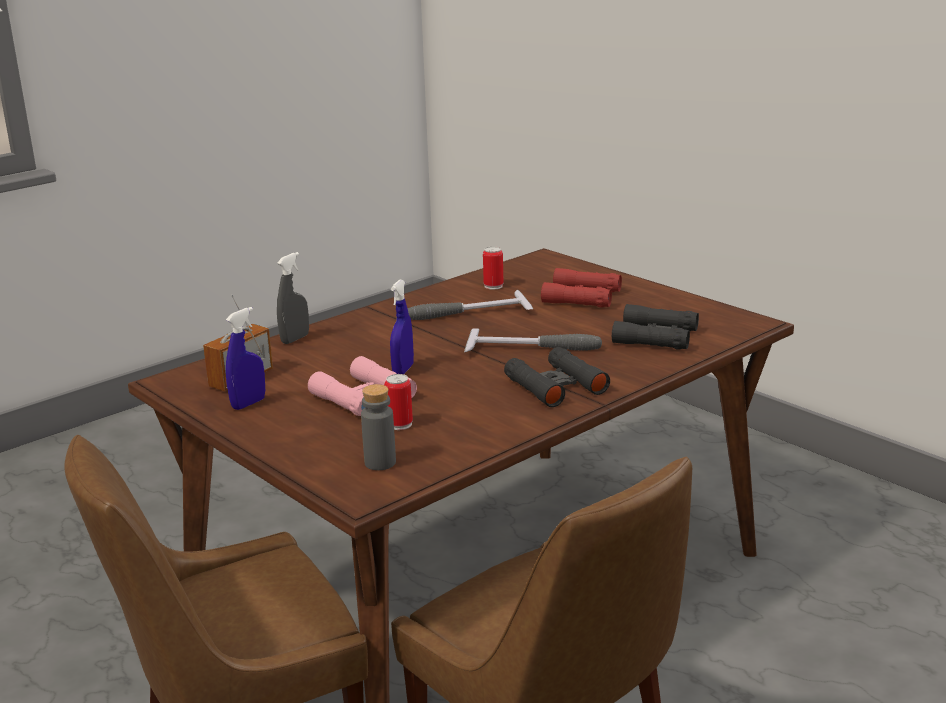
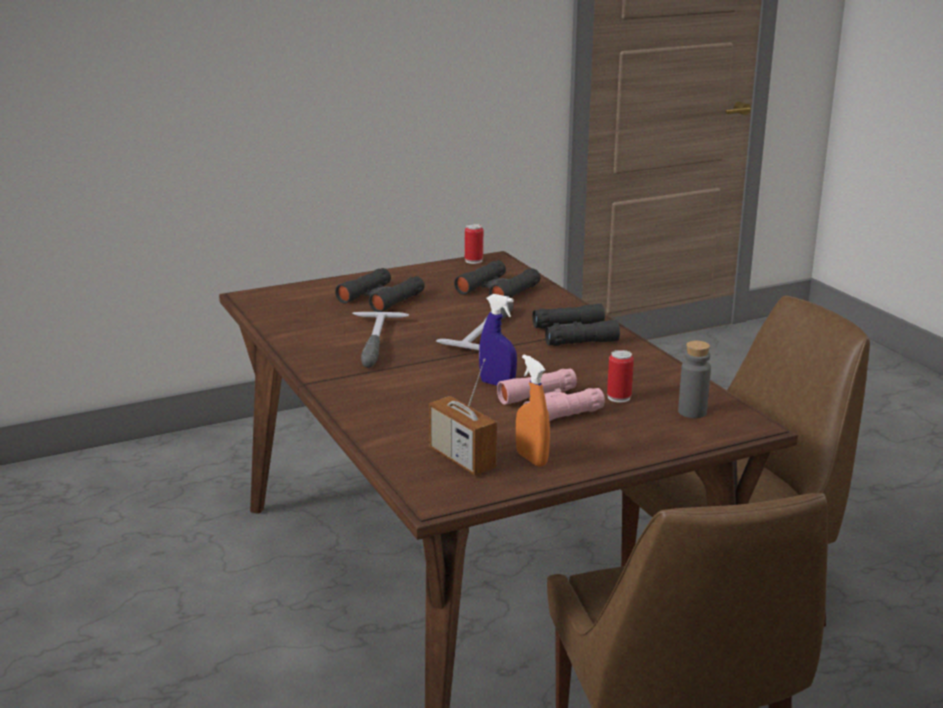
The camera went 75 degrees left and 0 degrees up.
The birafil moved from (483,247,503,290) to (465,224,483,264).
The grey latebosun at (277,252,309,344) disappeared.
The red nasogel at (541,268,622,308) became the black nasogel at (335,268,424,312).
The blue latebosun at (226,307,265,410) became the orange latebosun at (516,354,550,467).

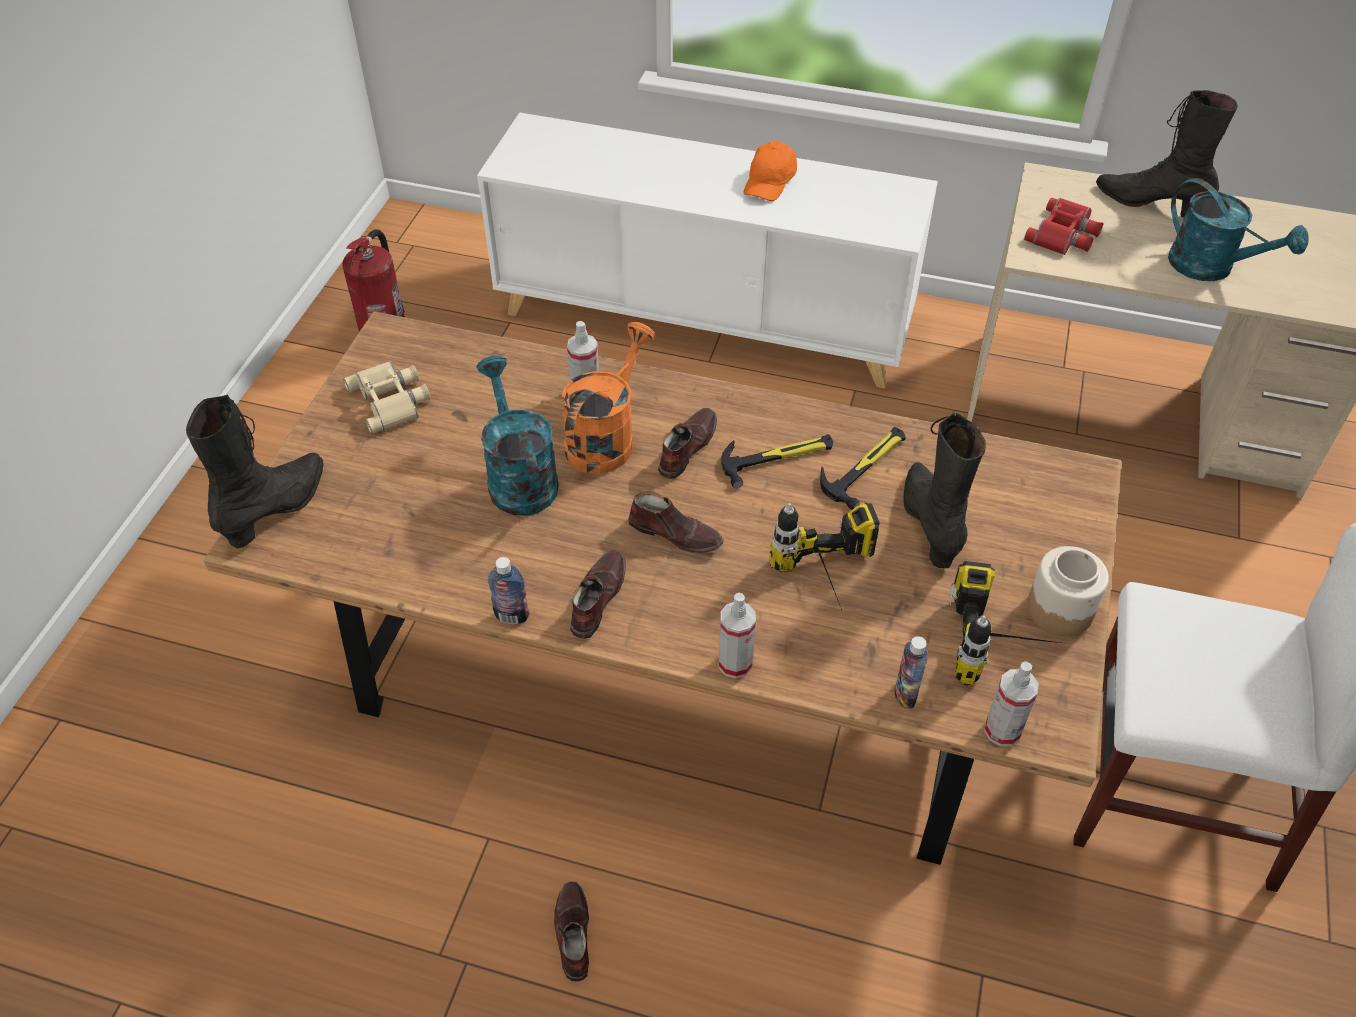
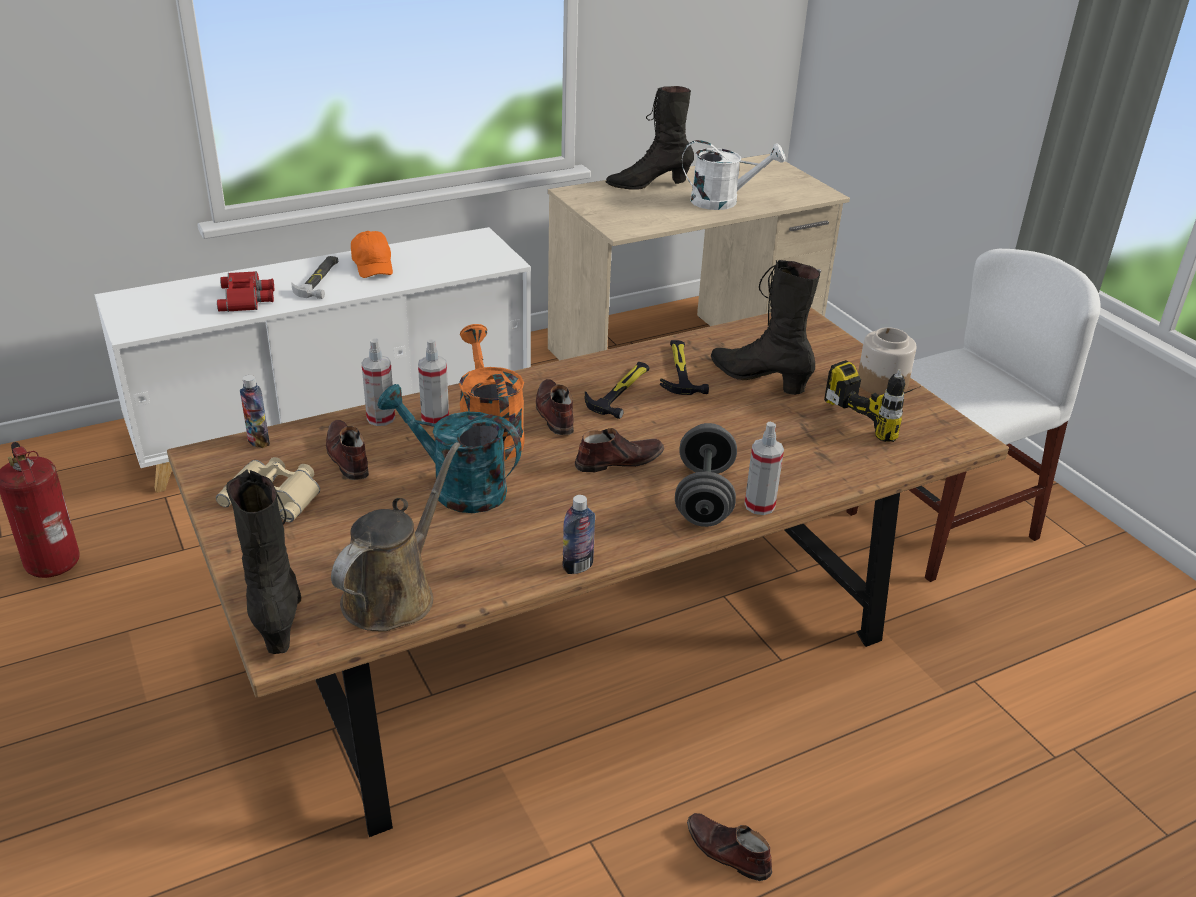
The camera went 45 degrees left and 15 degrees down.
The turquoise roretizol at (1168,178,1309,281) became the white roretizol at (682,140,785,210).
The red nasogel moved from (1024,197,1103,255) to (217,271,274,312).
The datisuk at (769,502,880,615) disappeared.
The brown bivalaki moved from (570,550,626,639) to (326,420,369,480).
The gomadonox moved from (895,636,928,708) to (240,375,270,448).
The latebosun moved from (984,661,1039,746) to (361,339,395,426).
The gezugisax at (291,256,338,299) appeared.
The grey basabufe at (675,423,737,527) appeared.
The brown roretizol at (331,442,460,632) appeared.

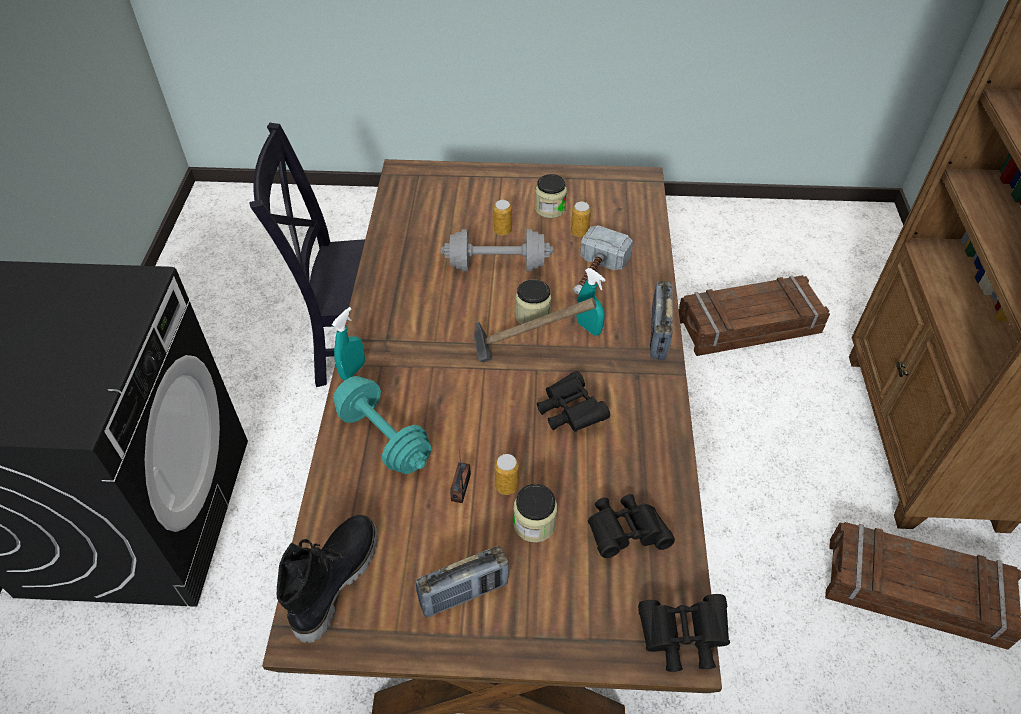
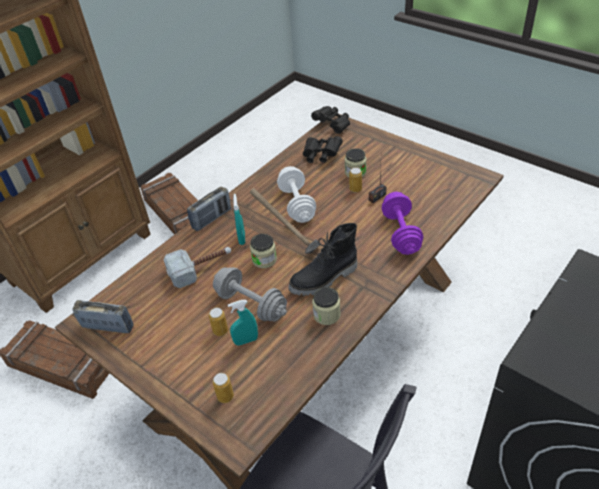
The camera went 140 degrees left and 5 degrees down.
The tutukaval moved from (535,174,567,218) to (312,287,340,325).
The birafil moved from (571,202,591,237) to (213,373,234,403).
The turquoise latebosun moved from (332,307,365,380) to (228,300,258,346).
The black nasogel at (537,371,610,432) was replaced by the white basabufe at (277,166,316,223).
The turquoise basabufe at (333,376,432,474) became the purple basabufe at (381,192,423,255).
The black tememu moved from (277,515,378,643) to (288,223,357,296).
The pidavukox moved from (416,546,509,618) to (72,300,134,333).

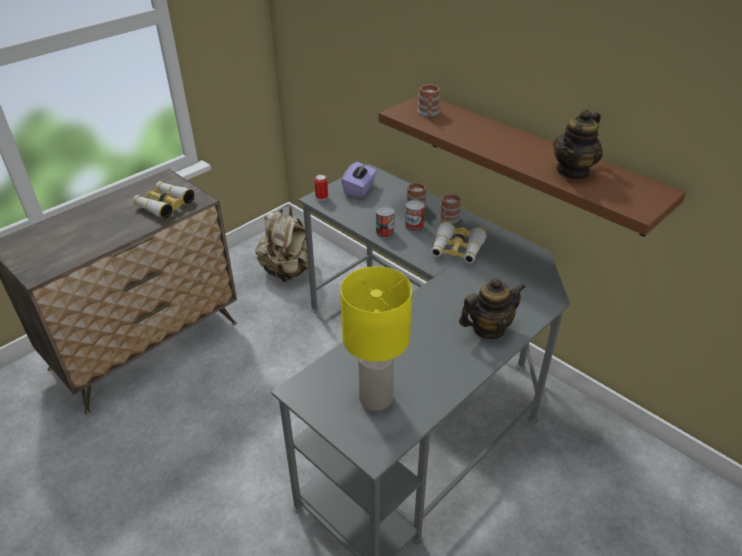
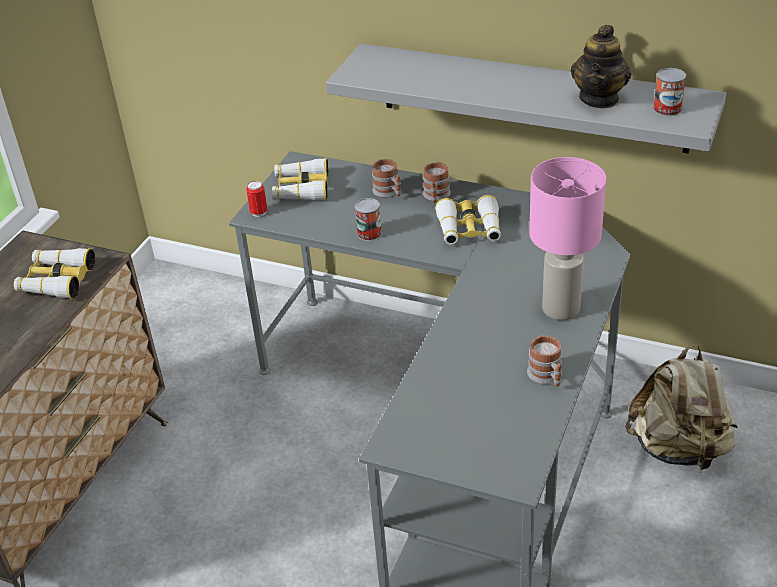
The camera went 20 degrees left and 0 degrees up.
The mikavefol moved from (417,84,440,116) to (527,335,562,386).
The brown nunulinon at (379,95,686,237) became the grey nunulinon at (326,44,726,154).
The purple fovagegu at (341,161,377,198) was replaced by the nasogel at (272,158,329,200).
The birafil moved from (405,200,425,232) to (653,68,686,116).
The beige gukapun moved from (255,205,308,282) to (625,344,738,473).
The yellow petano at (340,266,412,411) disappeared.
The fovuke at (459,278,525,339) was replaced by the pink petano at (529,157,606,320).

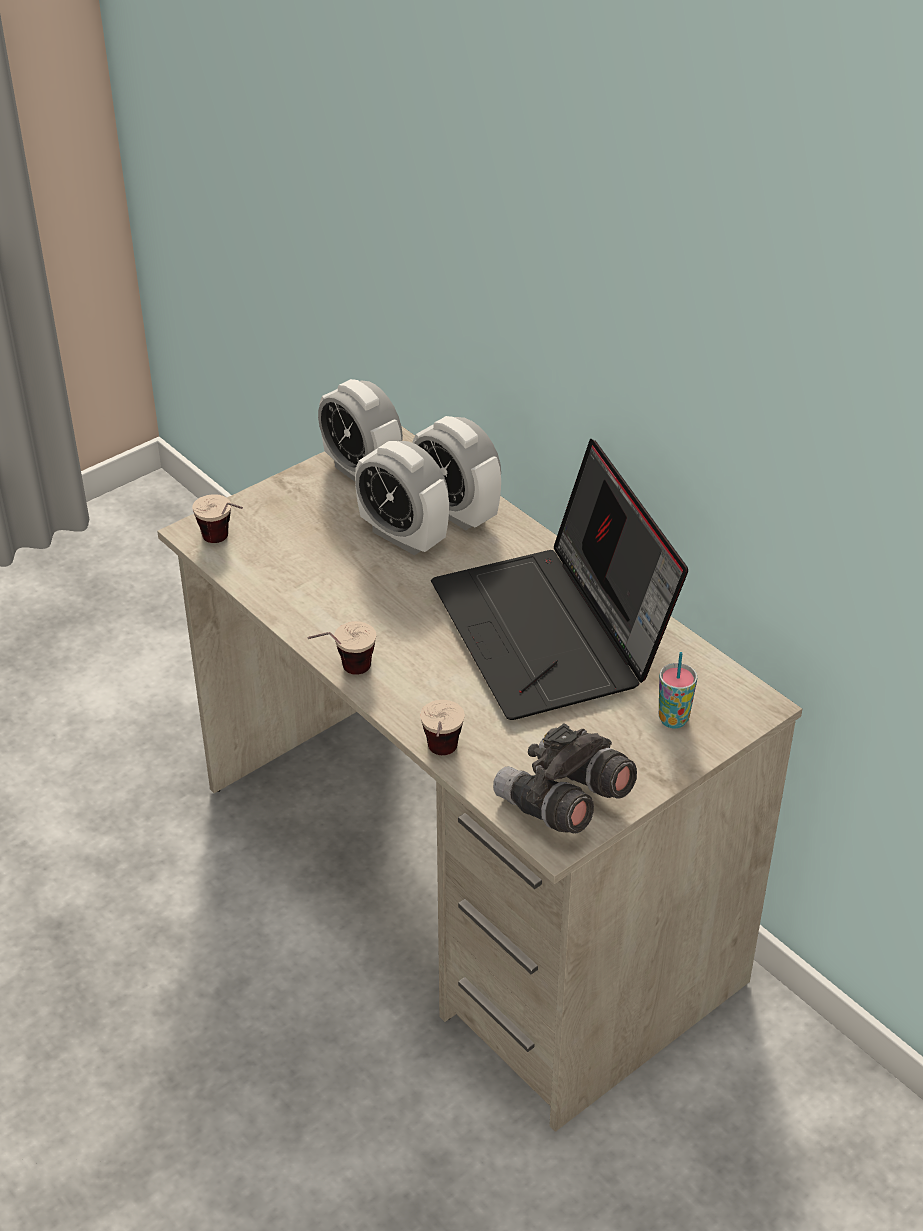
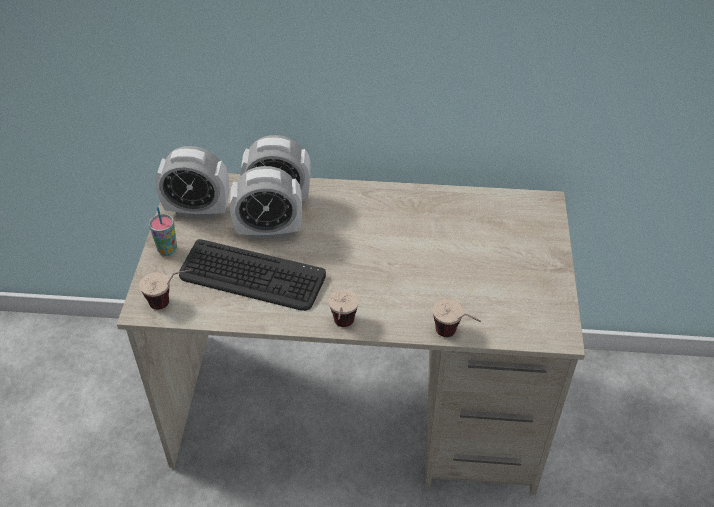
The camera went 45 degrees left and 5 degrees up.
The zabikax at (431,439,688,720) disappeared.
The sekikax moved from (659,652,697,728) to (149,207,177,256).
The grey nasogel at (493,724,637,833) disappeared.
The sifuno at (179,239,326,311) appeared.

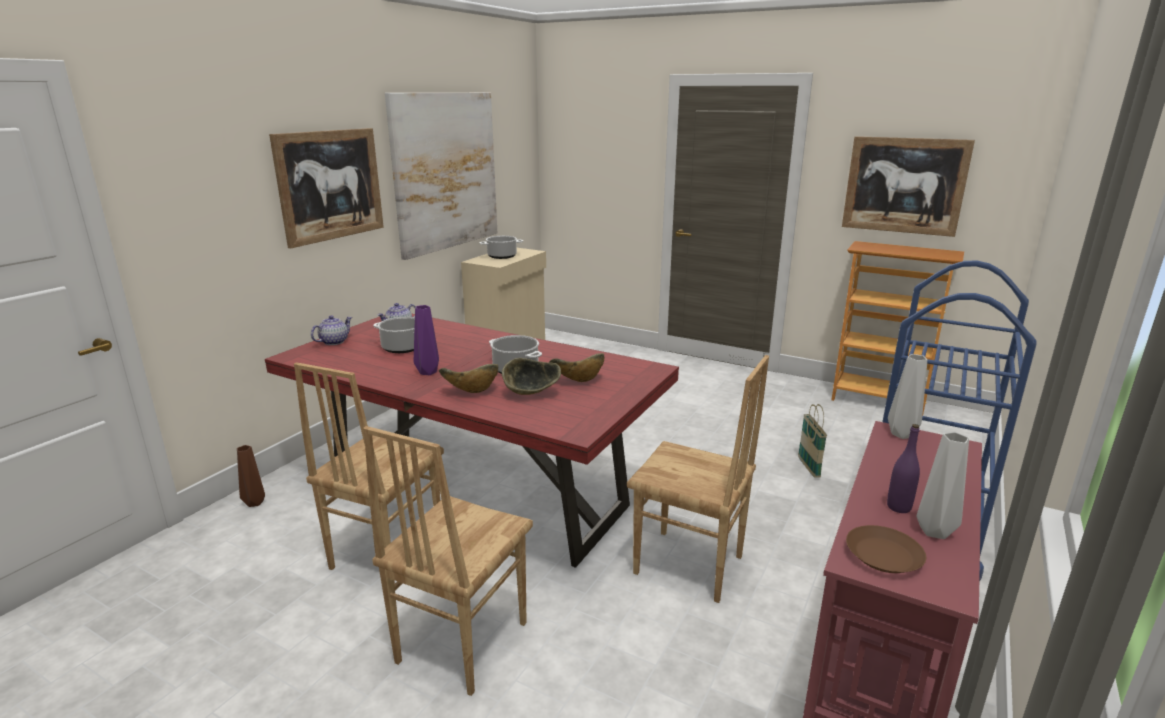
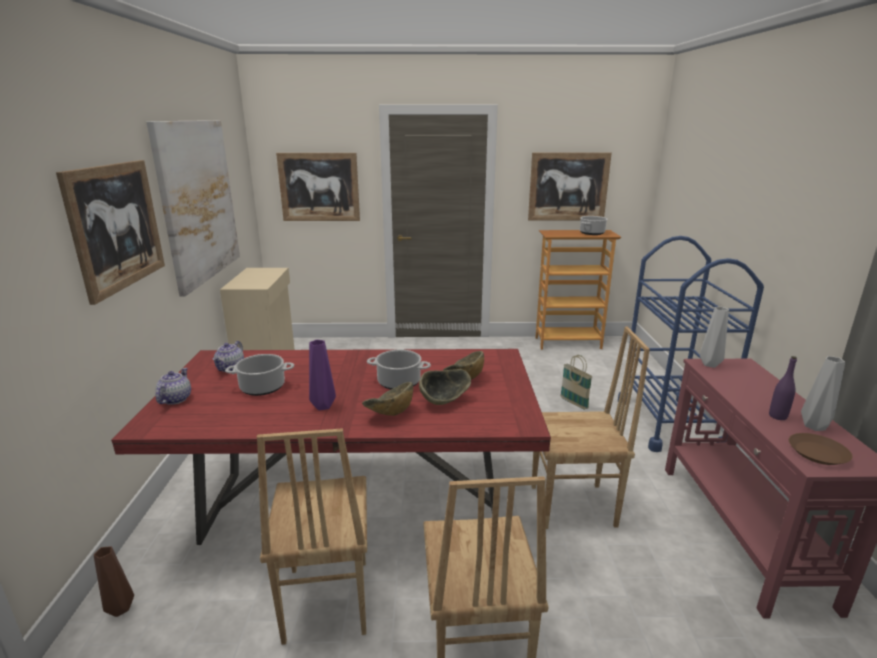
The camera went 30 degrees left and 0 degrees up.
The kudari moved from (480,236,523,259) to (580,216,607,235).
The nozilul at (276,153,360,221) appeared.

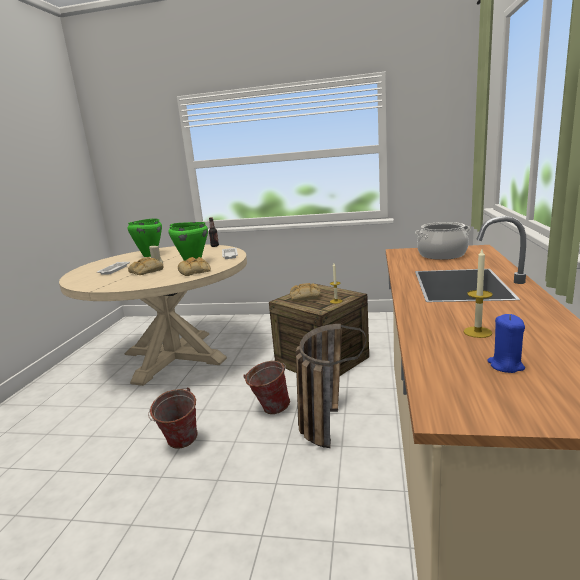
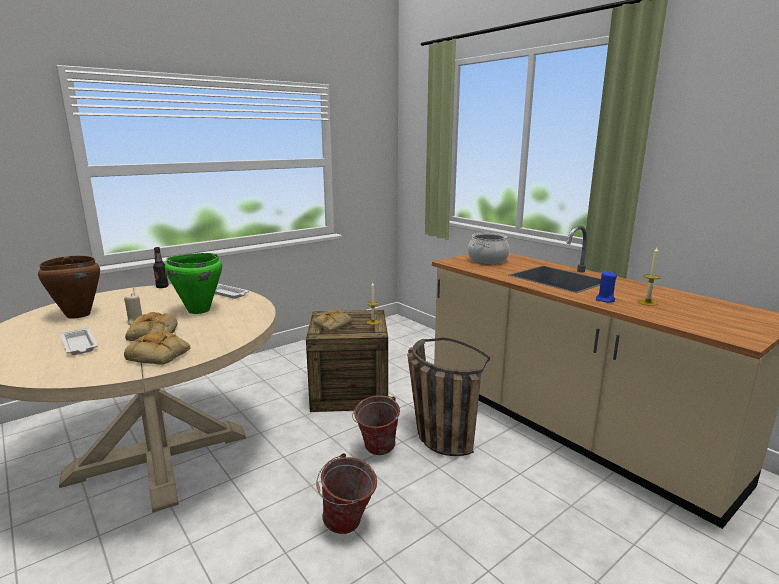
The camera went 50 degrees left and 0 degrees up.
The green kudari at (128,218,162,257) became the brown kudari at (38,256,100,319).
The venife moved from (178,257,211,276) to (124,330,191,365).
The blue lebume moved from (487,314,525,373) to (596,271,617,302).

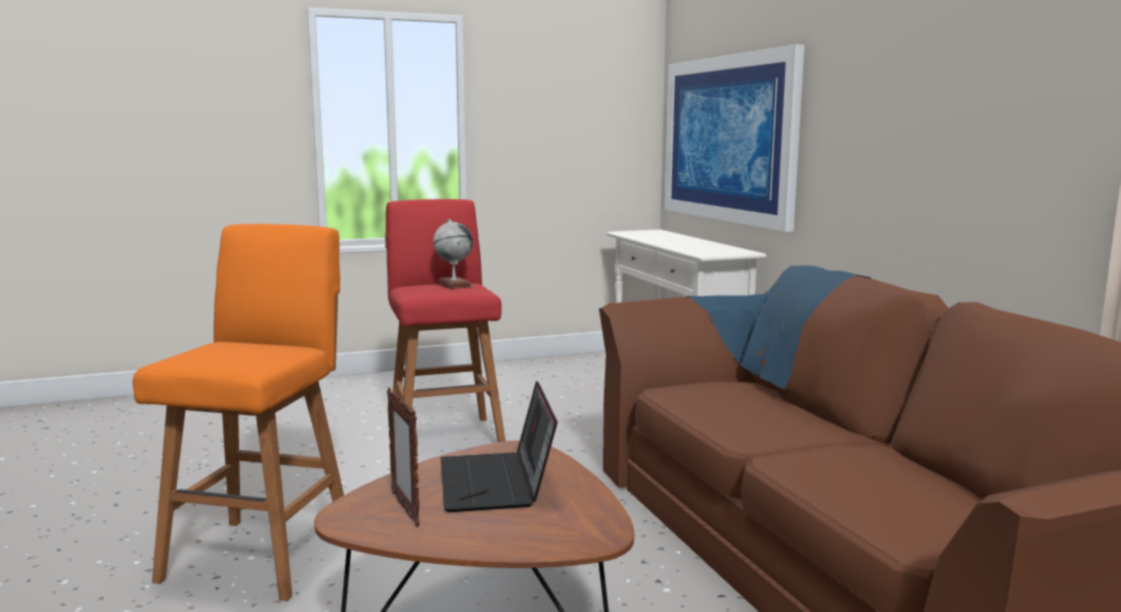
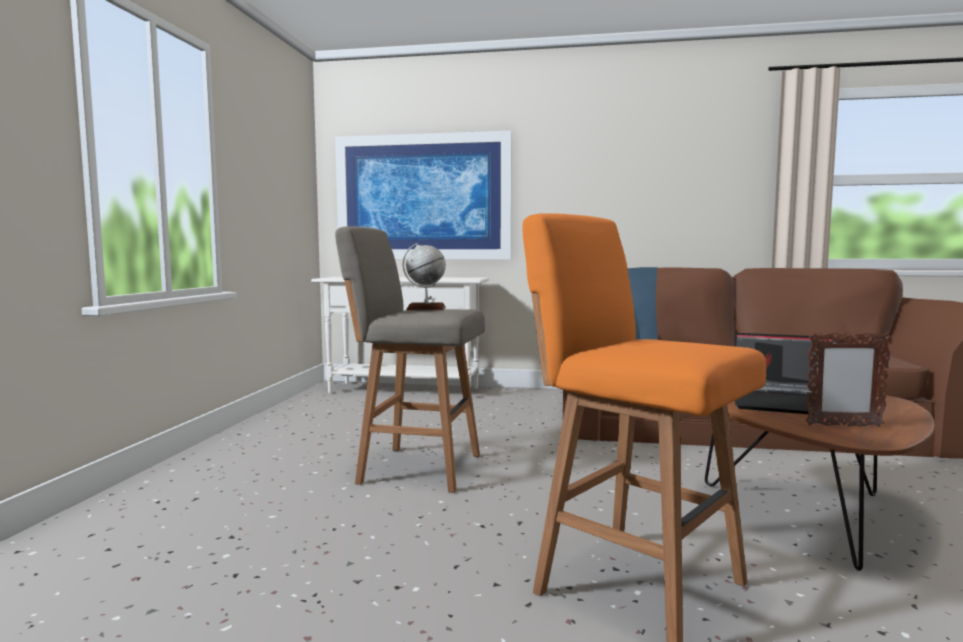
The camera went 60 degrees left and 5 degrees down.
The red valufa at (385,199,505,442) became the grey valufa at (335,226,485,493).

